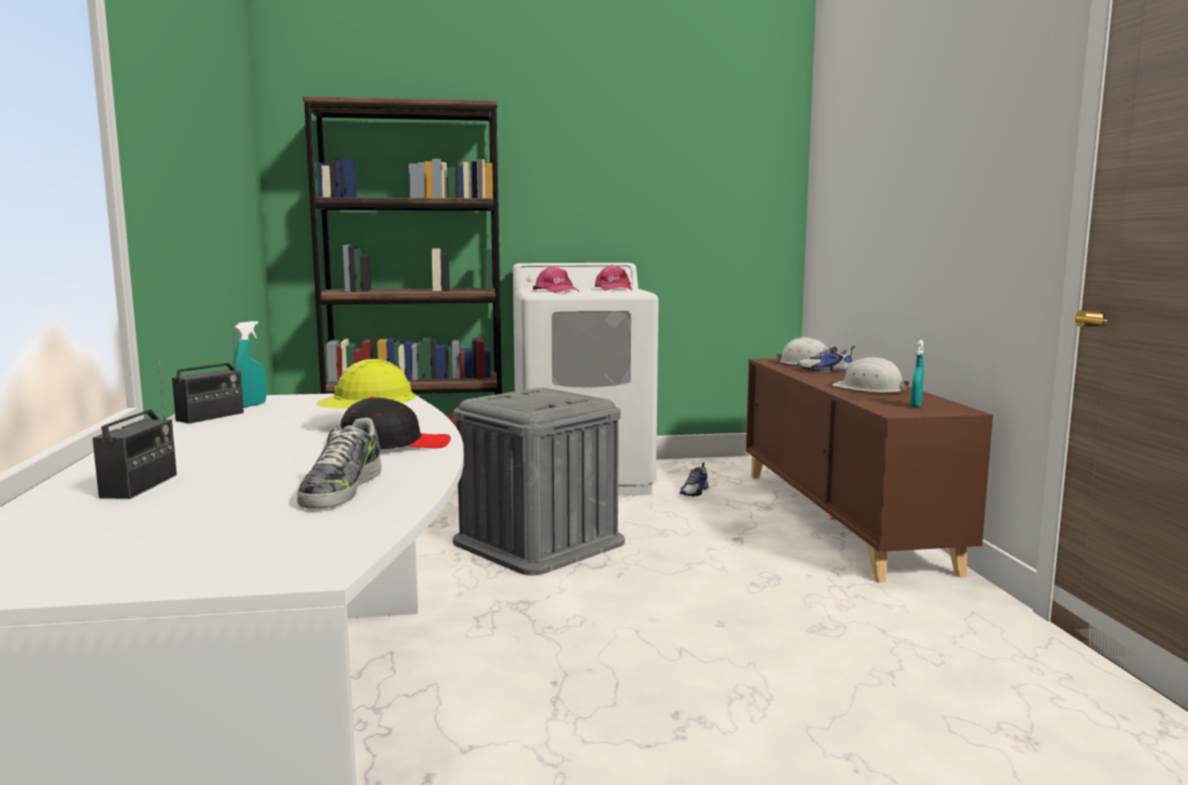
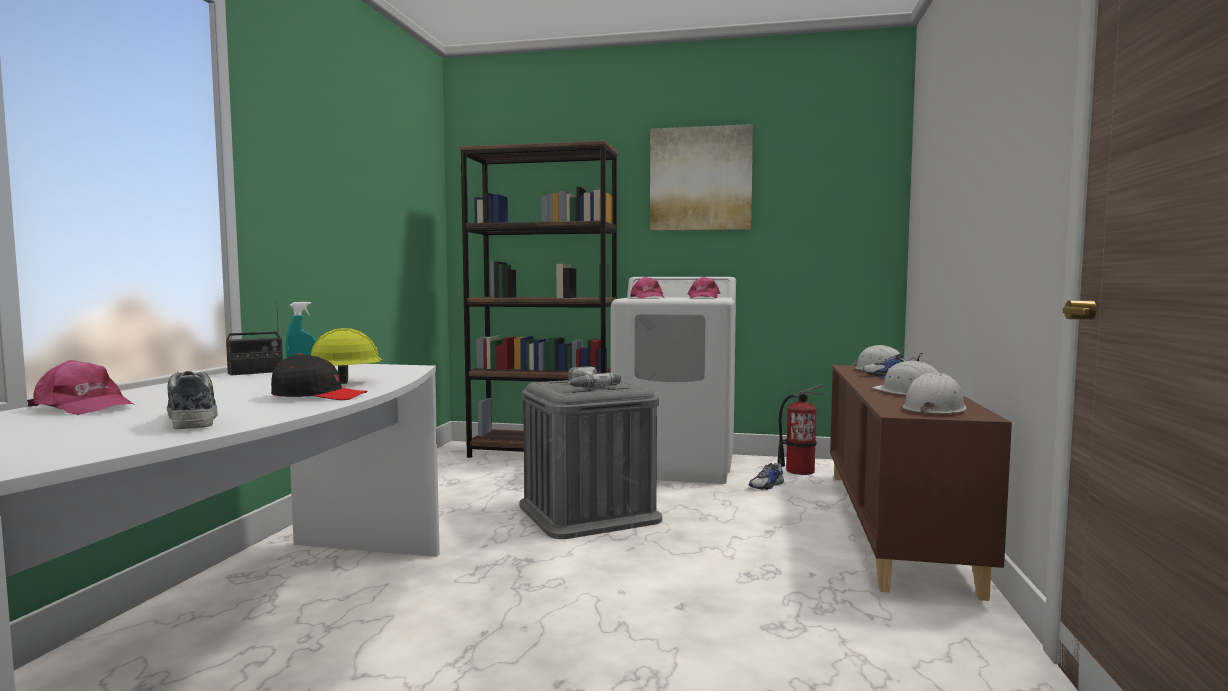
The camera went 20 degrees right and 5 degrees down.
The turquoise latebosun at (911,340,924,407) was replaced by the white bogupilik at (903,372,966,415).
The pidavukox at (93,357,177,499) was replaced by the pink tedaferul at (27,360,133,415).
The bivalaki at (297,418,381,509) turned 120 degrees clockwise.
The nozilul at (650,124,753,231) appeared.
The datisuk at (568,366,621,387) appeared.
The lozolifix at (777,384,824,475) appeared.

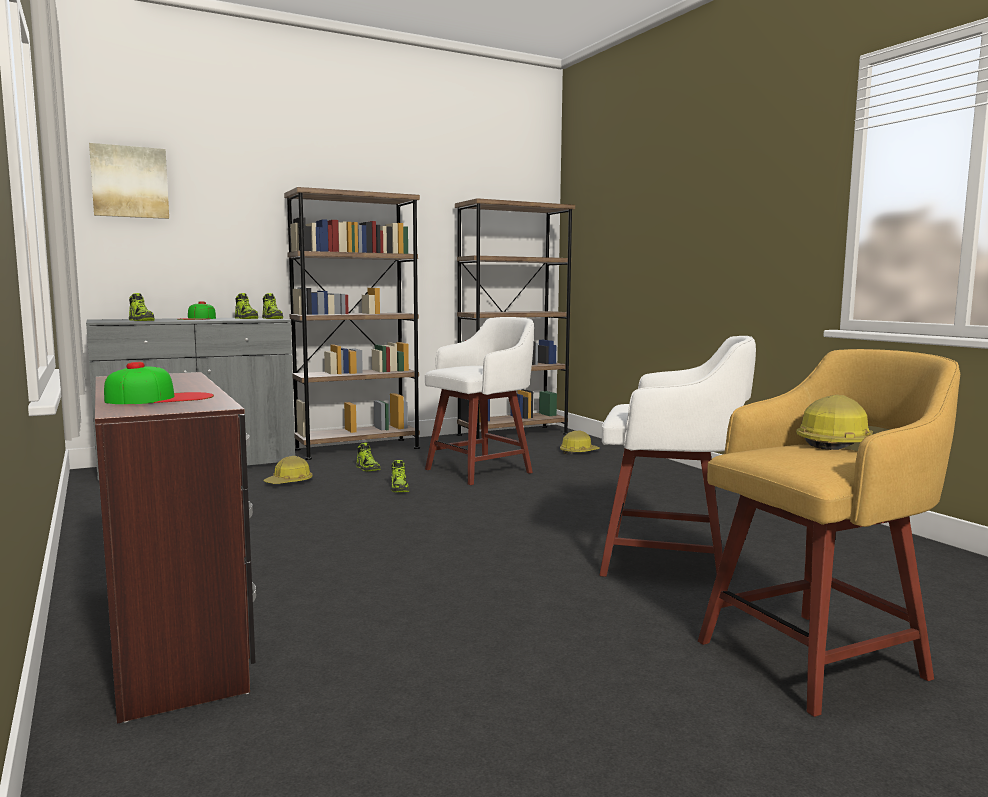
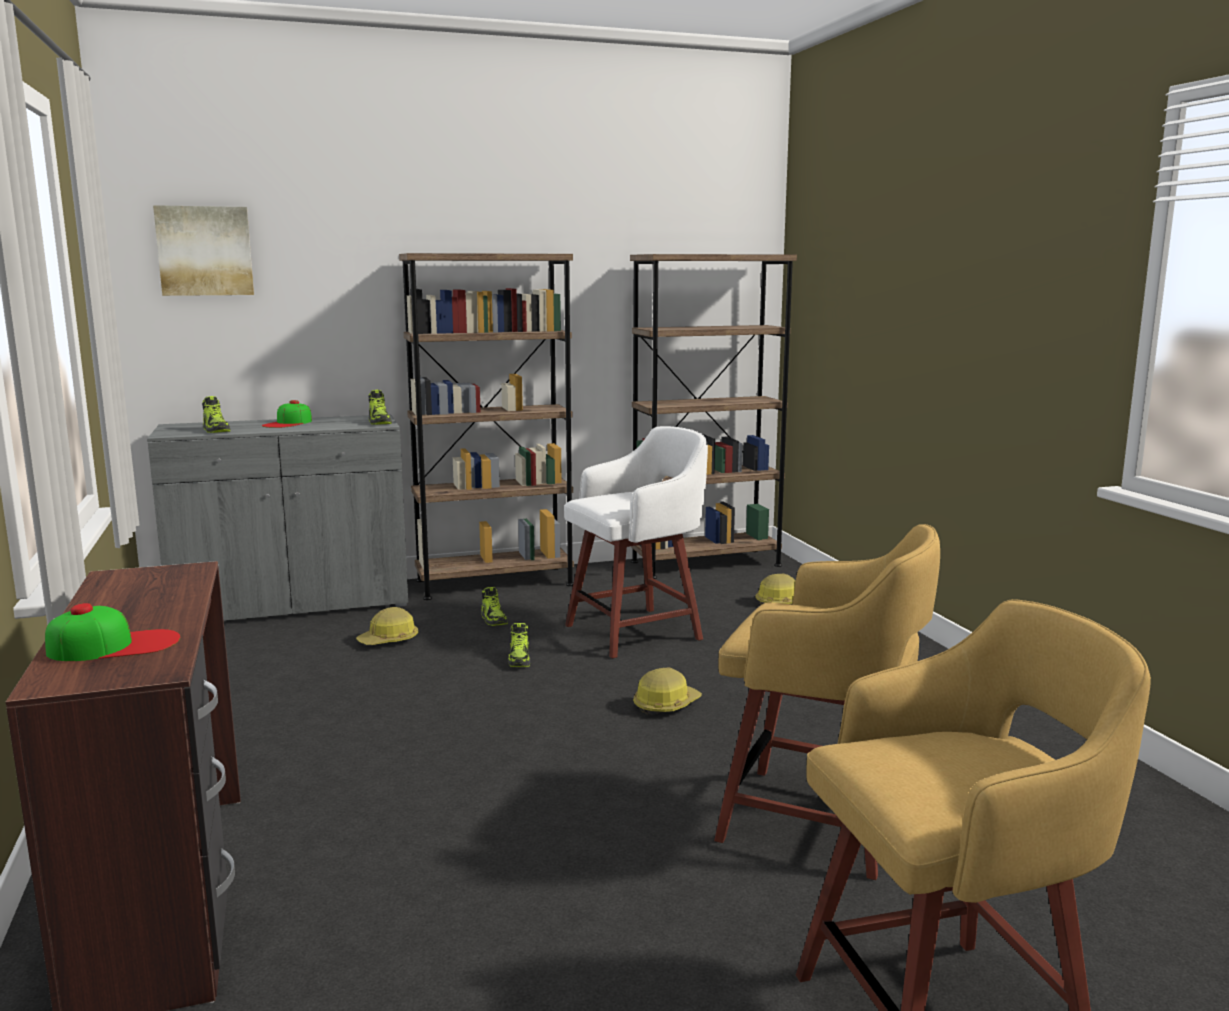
The camera went 10 degrees right and 5 degrees up.
The bivalaki at (235,293,258,319) disappeared.
The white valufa at (599,336,756,577) became the yellow valufa at (714,524,940,880).
The bogupilik moved from (796,395,873,450) to (633,667,702,715).

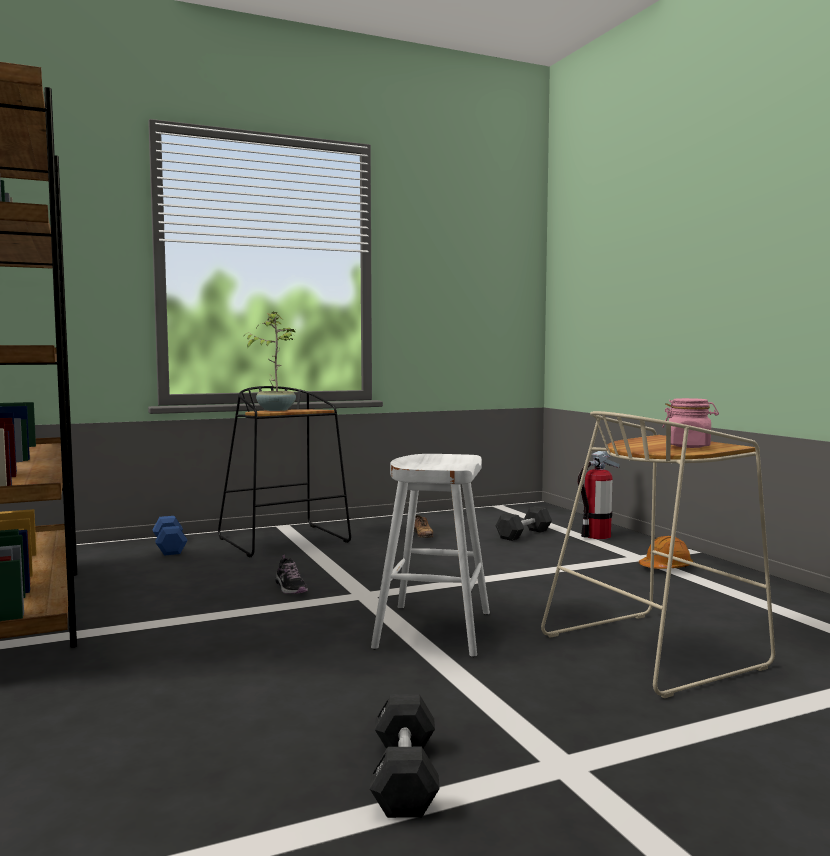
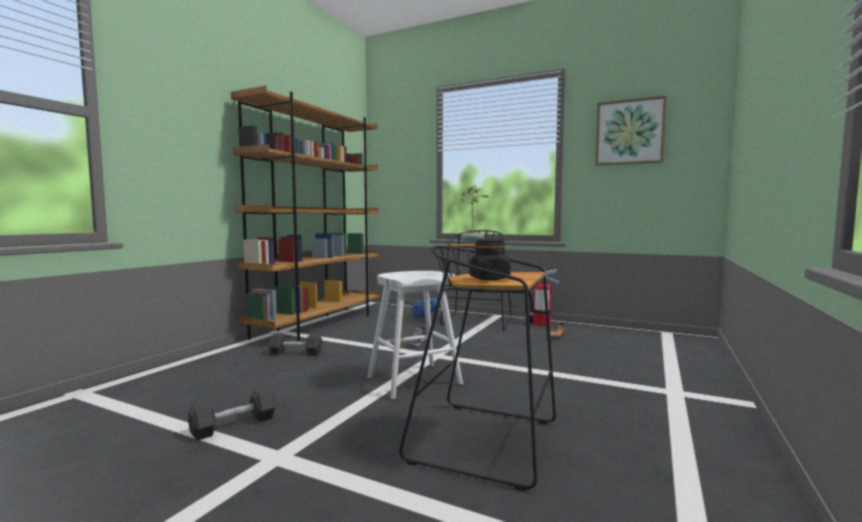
The camera went 50 degrees right and 0 degrees up.
The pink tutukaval at (662,398,719,448) became the black tutukaval at (470,239,511,280).
The beige valufa at (541,411,775,698) became the black valufa at (399,246,556,491).
The lozolifix moved from (578,451,620,539) to (528,268,559,326).
The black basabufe moved from (495,506,552,541) to (268,333,323,355).
The orange bogupilik at (639,536,693,569) disappeared.
The nozilul at (595,96,666,166) appeared.

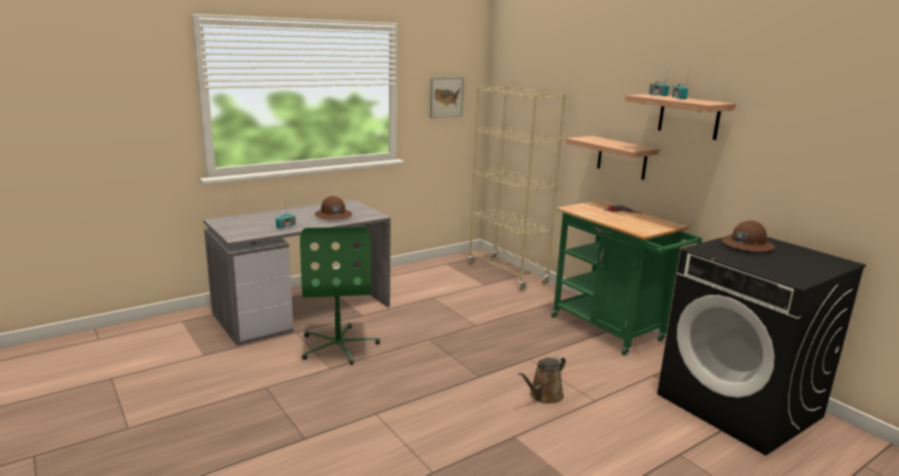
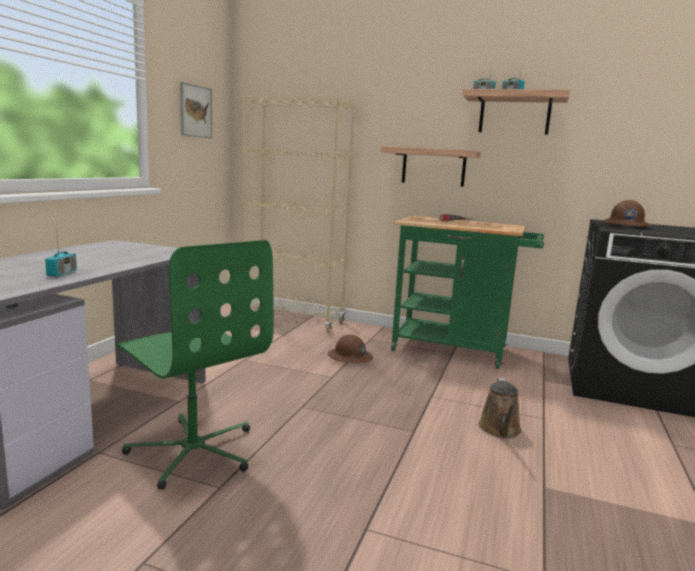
The camera went 35 degrees left and 5 degrees down.
The brown bogupilik moved from (315,196,352,220) to (328,335,373,363).

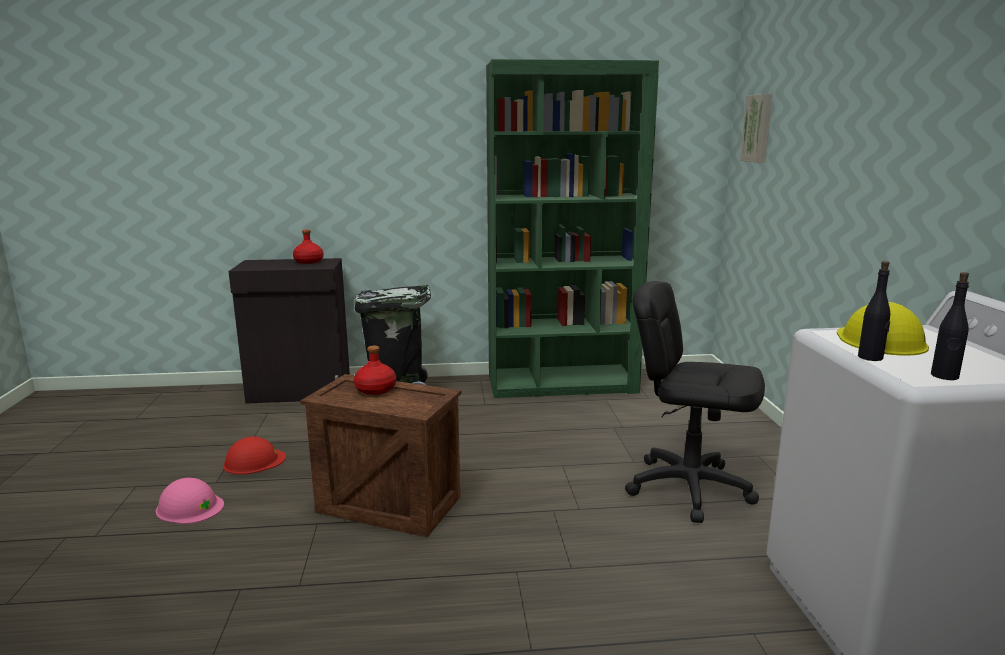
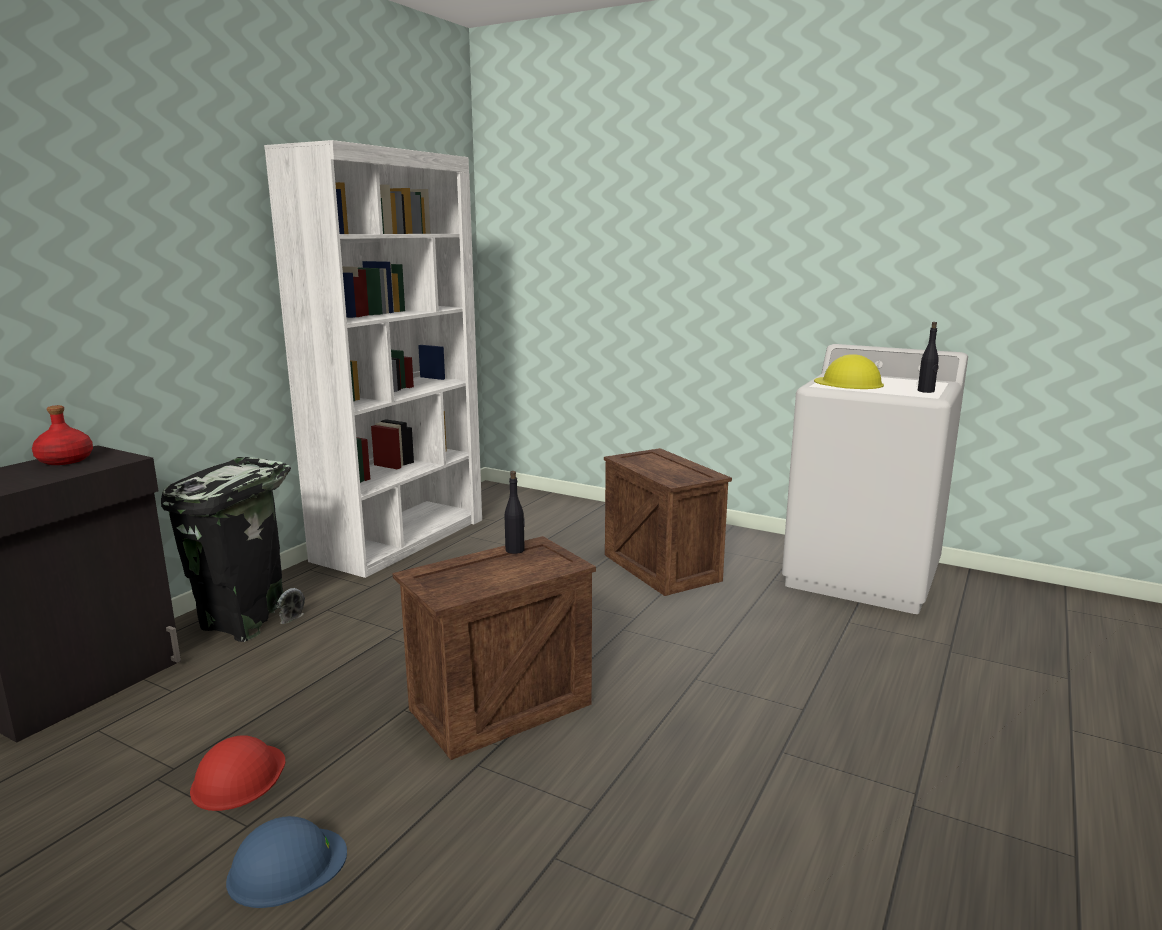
The camera went 55 degrees left and 0 degrees up.
The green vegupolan at (486,59,659,398) became the white vegupolan at (264,140,482,578).
The nozilul at (740,94,772,163) disappeared.
The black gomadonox moved from (858,261,890,361) to (505,471,525,554).
The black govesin at (625,281,765,523) was replaced by the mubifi at (604,448,732,596).
The red gomadonox at (354,346,396,395) disappeared.
The pink bogupilik at (156,478,224,524) became the blue bogupilik at (226,816,347,908).

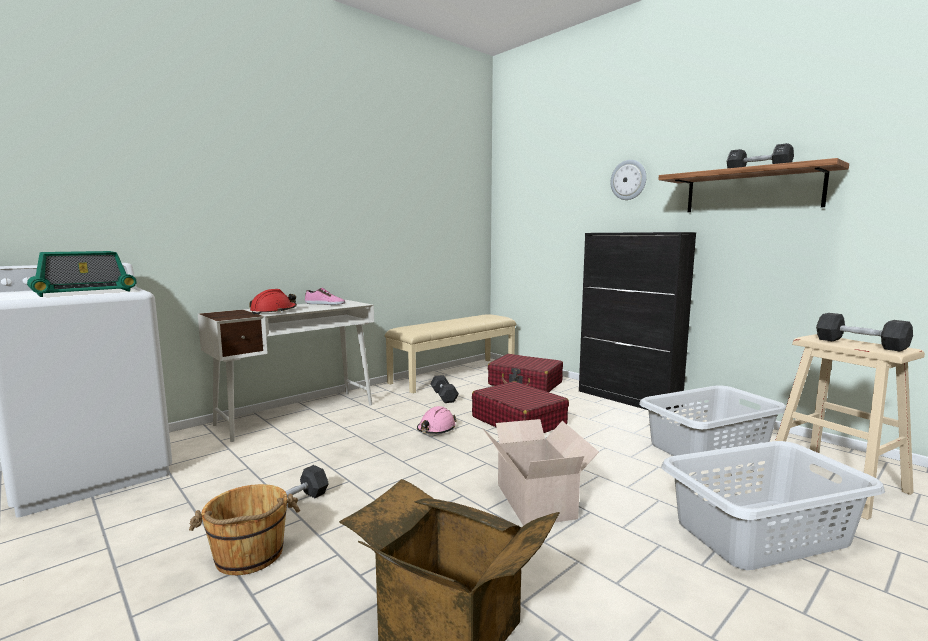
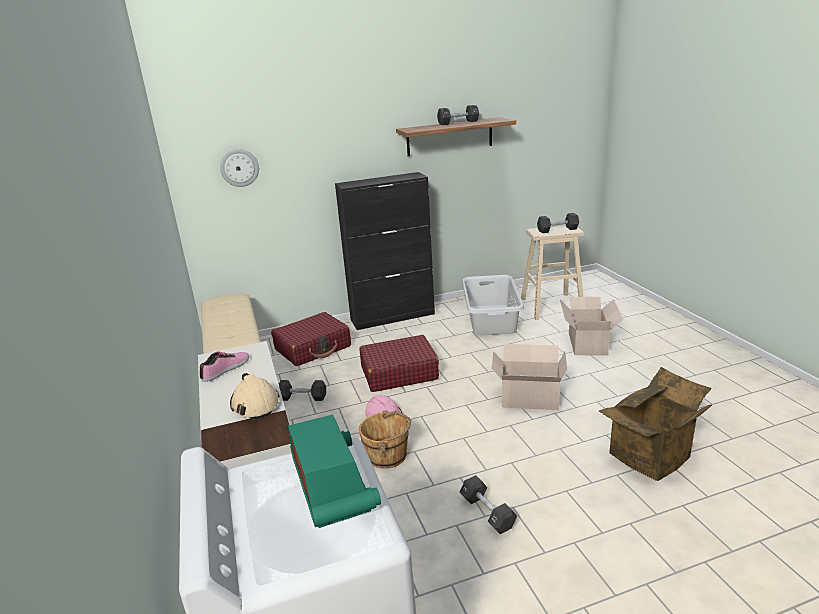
The camera went 65 degrees left and 15 degrees up.
The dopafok moved from (610,160,646,200) to (220,149,259,187).
The red bogupilik at (249,289,297,315) became the beige bogupilik at (230,373,280,420).
The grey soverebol at (661,441,885,570) was replaced by the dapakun at (560,297,623,356).
The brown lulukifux moved from (189,484,300,575) to (359,410,411,469).

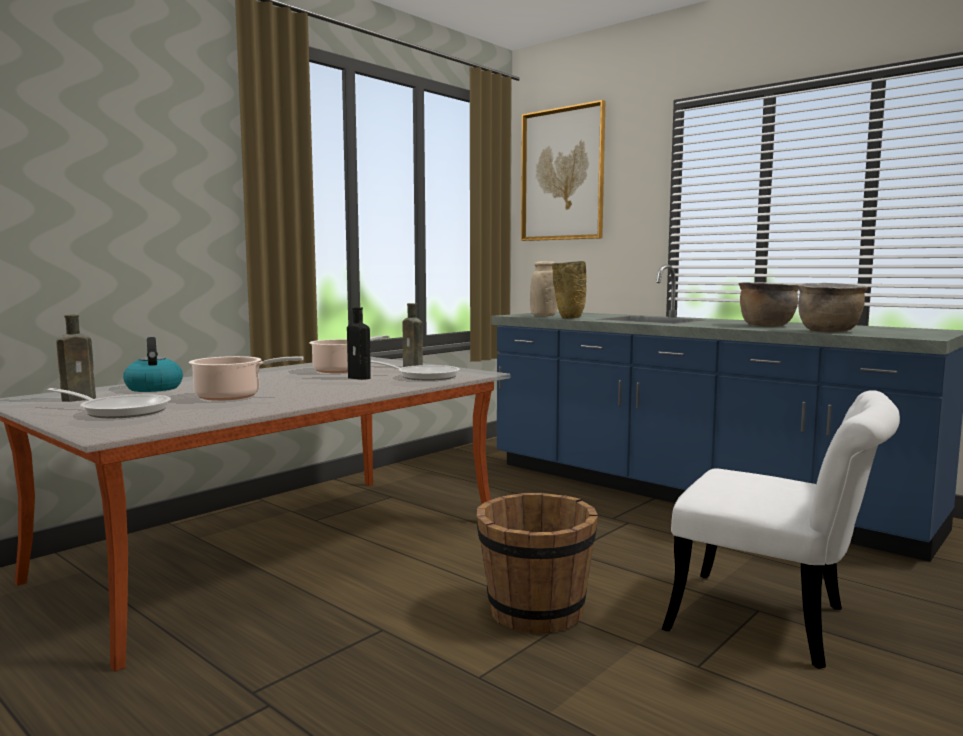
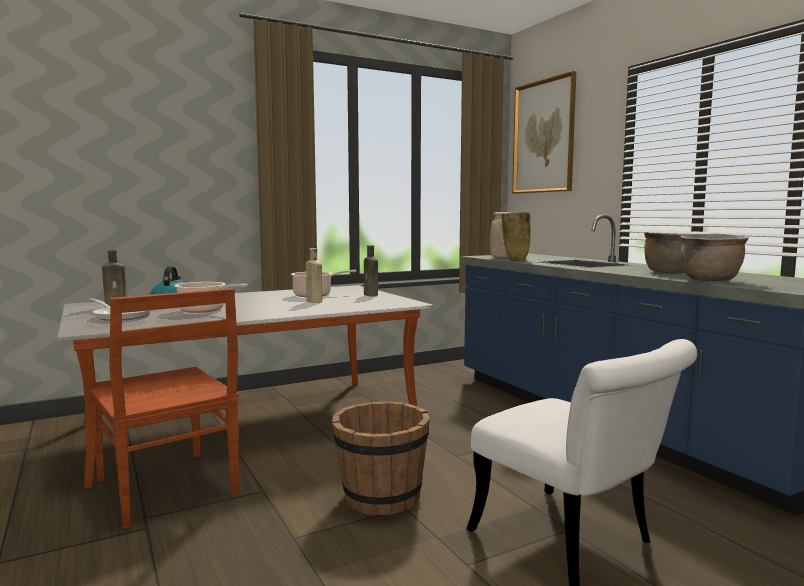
The camera went 20 degrees right and 0 degrees up.
The black gomadonox at (347,307,371,380) became the beige gomadonox at (306,248,322,303).
The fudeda at (370,360,460,381) disappeared.
The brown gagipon at (89,288,239,528) appeared.

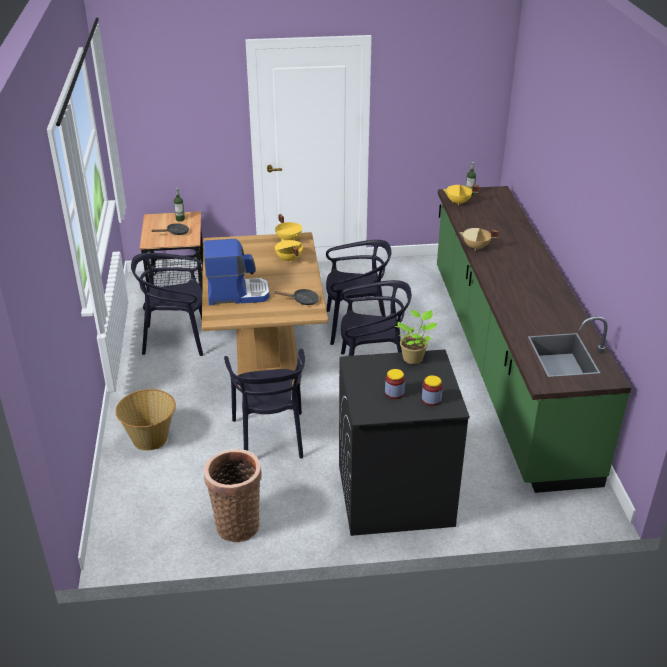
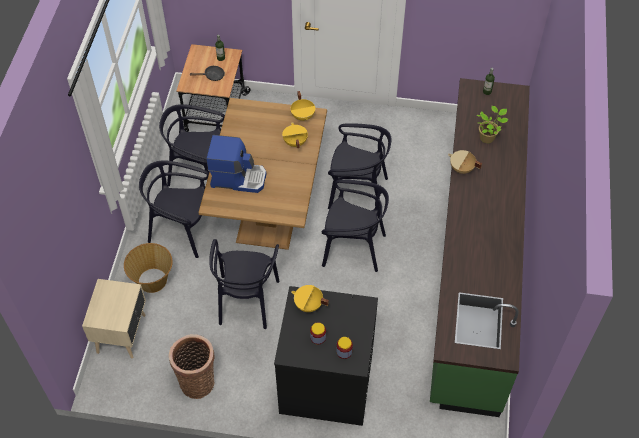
The camera went 15 degrees right and 20 degrees up.
The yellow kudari moved from (443,185,479,205) to (291,285,329,312).
The black fudeda at (274,289,319,305) disappeared.
The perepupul moved from (394,310,437,364) to (477,106,509,143).
The black gagipon at (139,161,209,258) appeared.
The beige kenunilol at (82,279,146,359) appeared.

